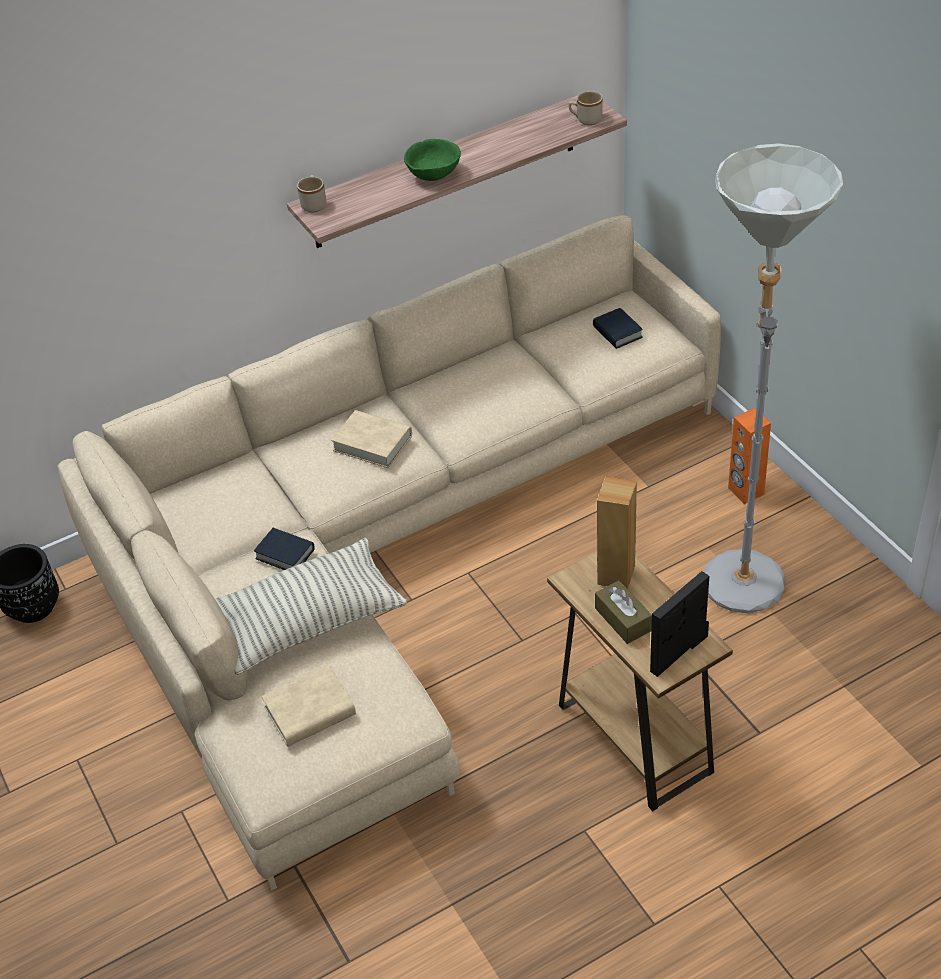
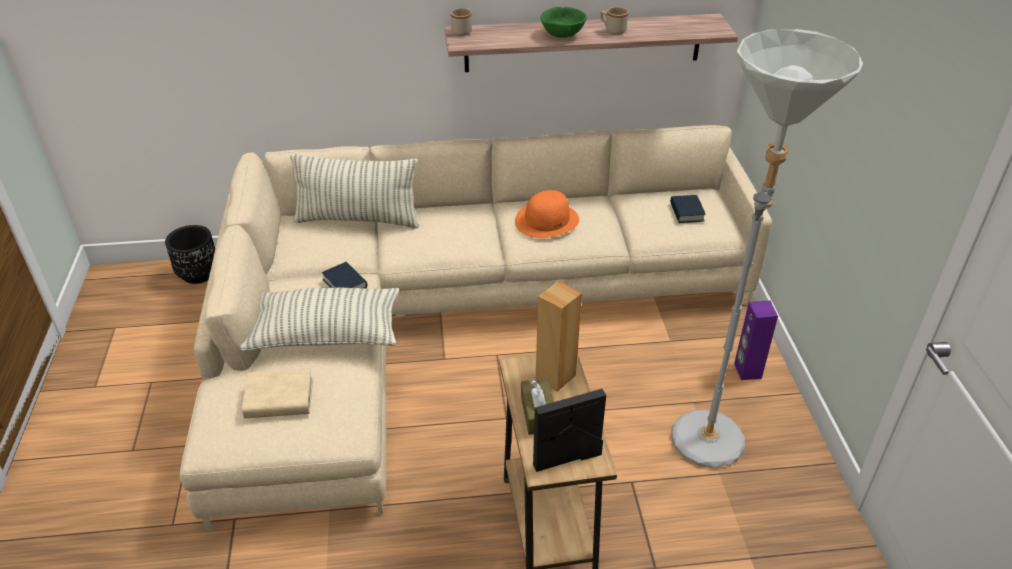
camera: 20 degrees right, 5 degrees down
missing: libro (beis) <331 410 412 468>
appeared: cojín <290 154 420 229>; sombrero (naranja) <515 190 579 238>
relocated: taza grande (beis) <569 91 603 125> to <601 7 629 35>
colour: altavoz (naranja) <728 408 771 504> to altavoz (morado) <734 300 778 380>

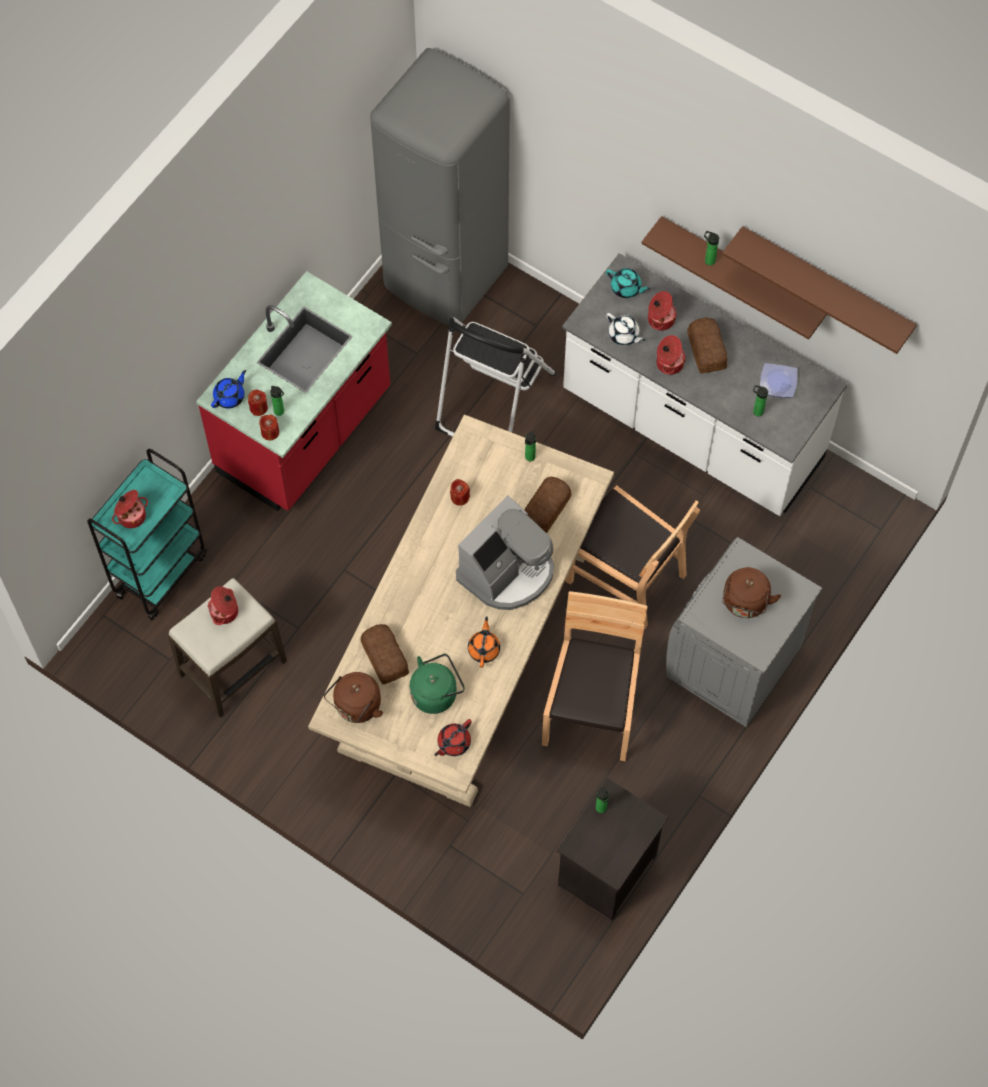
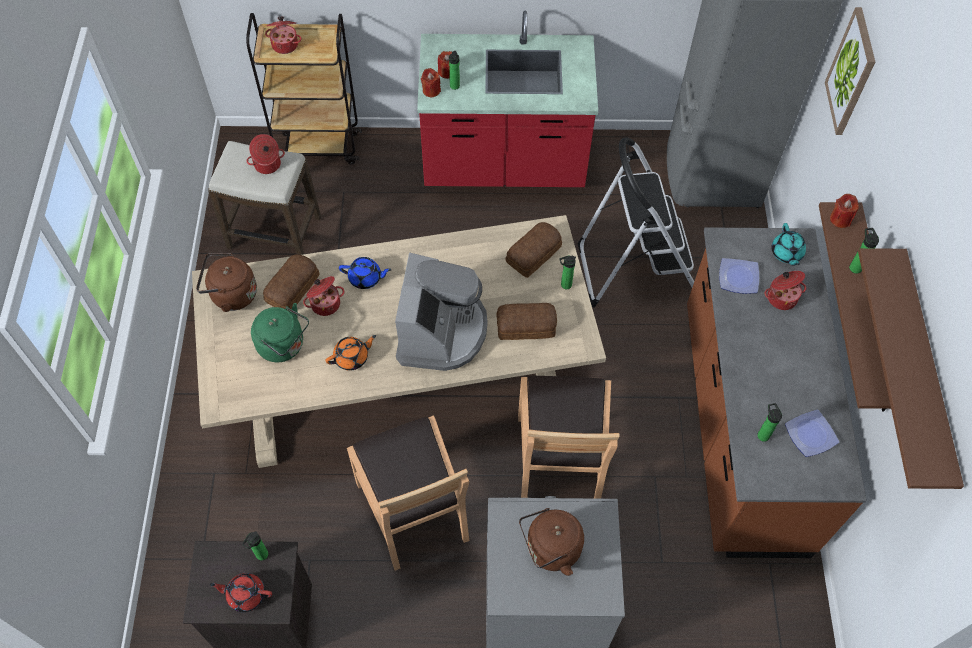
camera: 55 degrees right, 5 degrees down
appeared: cuadro <825 7 875 135>
relocated: pan <687 318 728 373> to <506 222 562 278>; olla <656 335 686 375> to <303 276 345 316>; tetera (azul) <211 370 246 409> to <339 257 392 289>; vela (rojo) <450 479 470 506> to <830 194 859 228>; tetera (rojo) <434 719 472 756> to <210 573 272 612>
exchanged: tetera (blanco) <606 313 645 345> to plato <719 258 759 294>
colour: mueble bajo de cocina (blanco) <562 253 847 516> to mueble bajo de cocina (marrón) <687 227 867 558>; carrito (turquesa) <87 449 207 620> to carrito (marrón) <246 13 362 165>
spun: cafetera <456 495 554 610> = <395 253 488 371> 90 degrees counterclockwise; silla (marrón) <542 591 648 761> = <347 415 469 571> 90 degrees clockwise

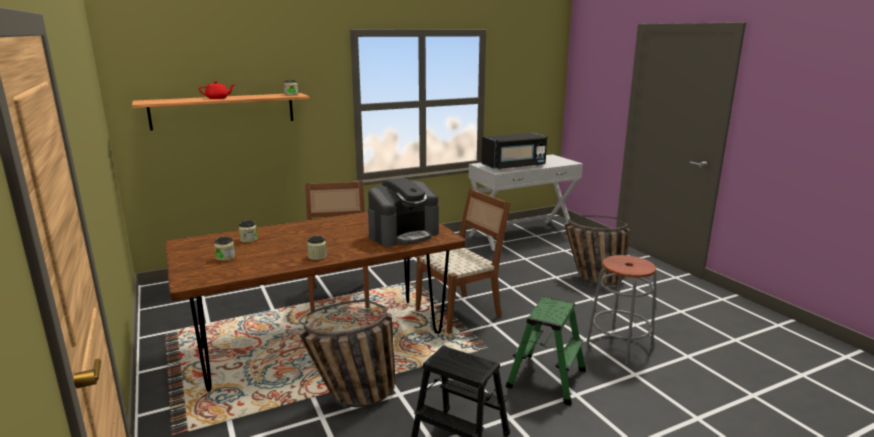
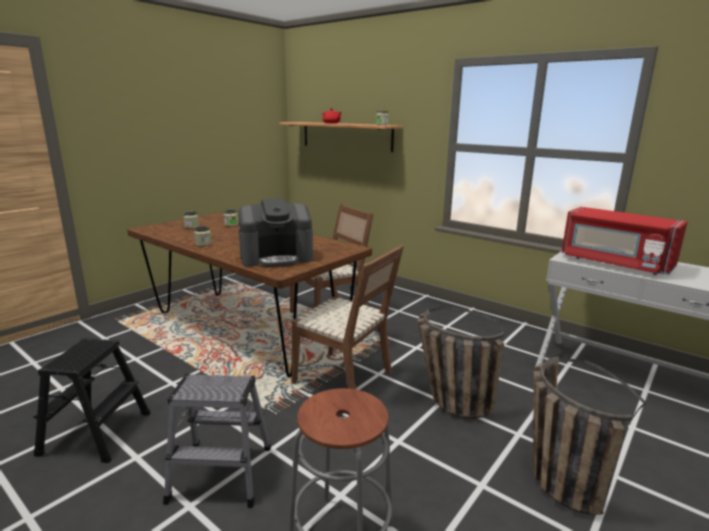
camera: 65 degrees right, 0 degrees up
relocated: cesta <298 299 396 407> to <418 306 504 419>
colour: microondas (negro) <481 133 547 170> to microondas (rojo) <561 207 688 275>; escalera de tijera (verde) <505 296 586 406> to escalera de tijera (gris) <163 374 271 508>
spun: cafetera <368 178 439 247> = <239 198 313 267> 45 degrees counterclockwise

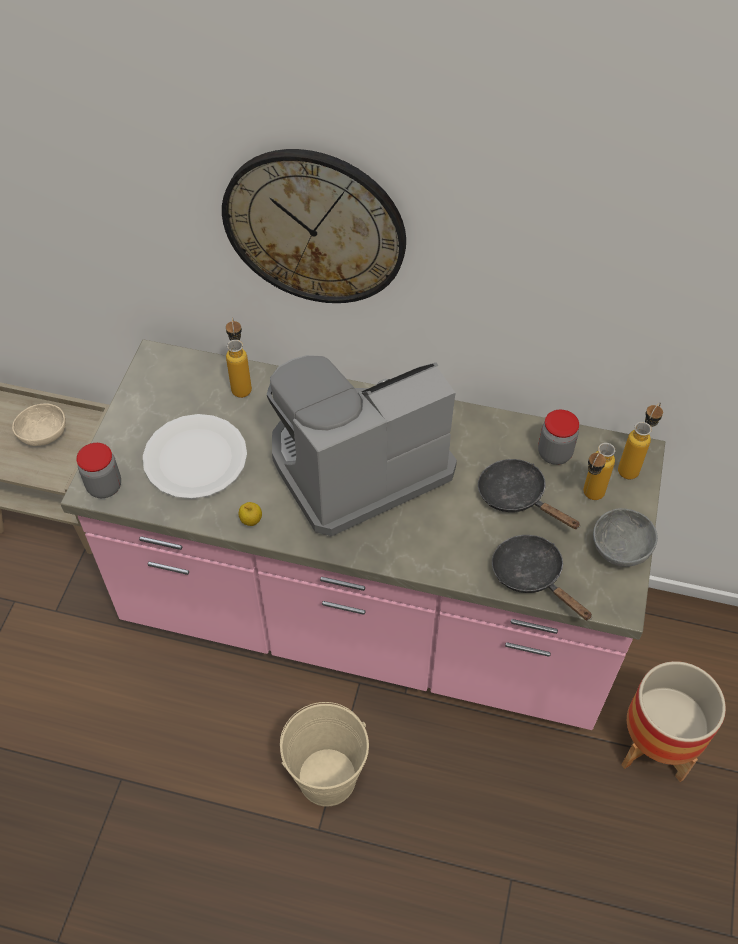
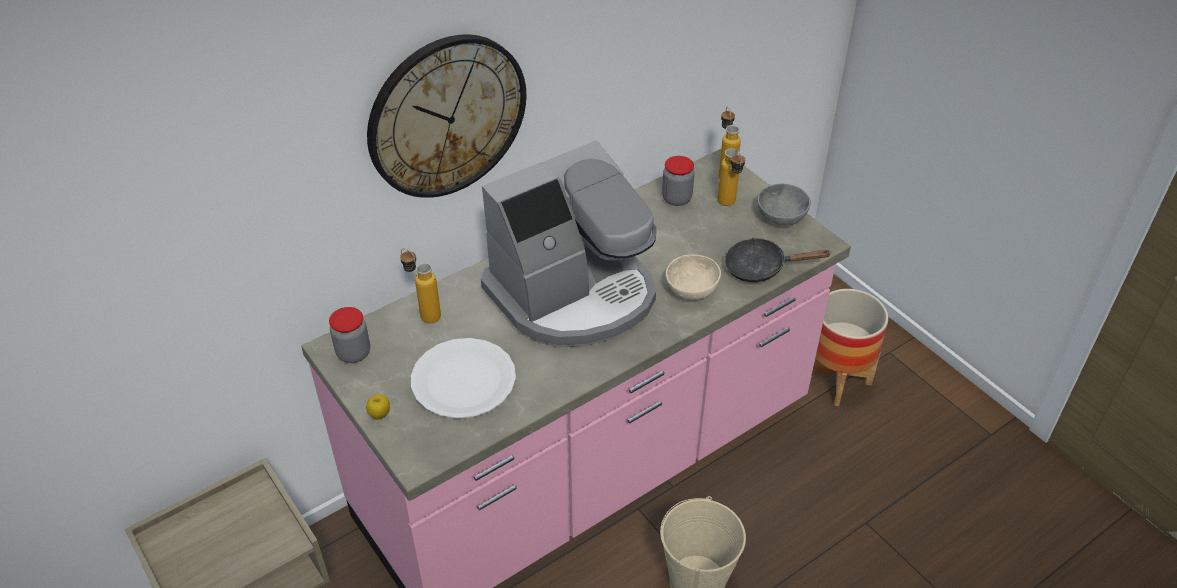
camera: 50 degrees left, 10 degrees down
missing: sartén (negro) <478 459 580 529>
relocated: cuenco (beis) <12 403 66 446> to <666 254 721 300>; tarro <76 443 121 498> to <329 307 370 363>; manzana <238 502 262 526> to <366 394 390 420>
spun: cafetera <267 355 457 536> = <481 140 656 348> 135 degrees counterclockwise

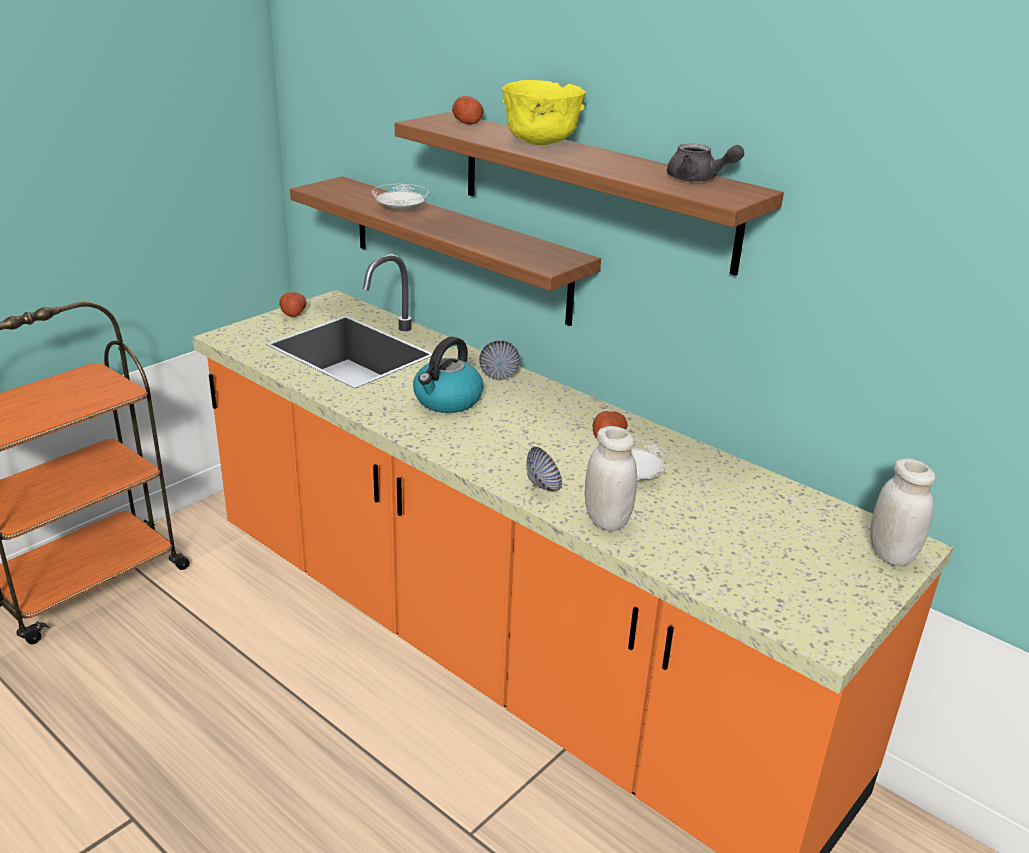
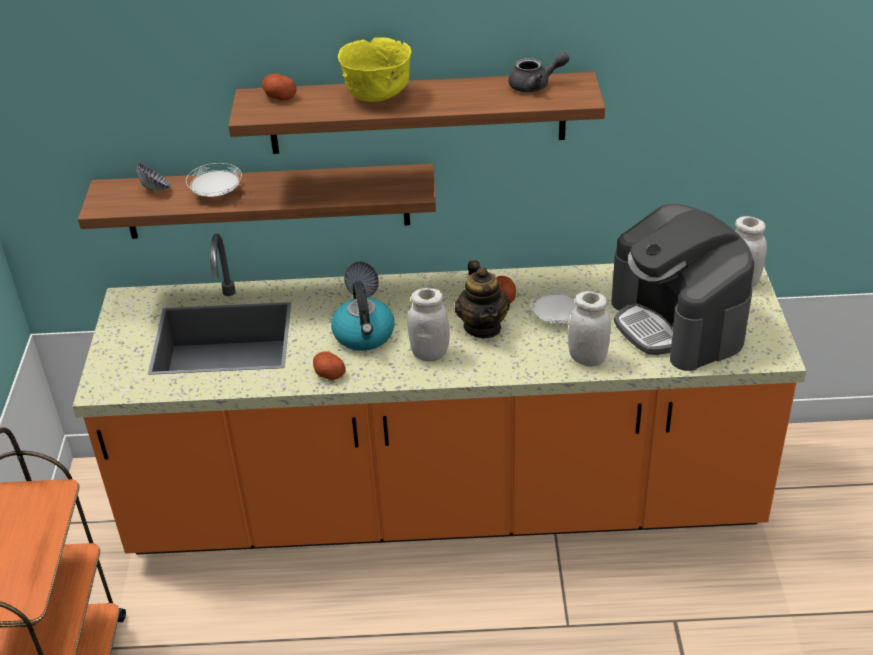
camera: 40 degrees left, 10 degrees up
appeared: cafetera <611 204 754 371>; tetera <454 260 510 338>; tarro (blanco) <408 288 450 361>
relocated: patata <279 292 307 317> to <313 351 346 380>; cuenco <526 447 562 491> to <136 163 171 192>

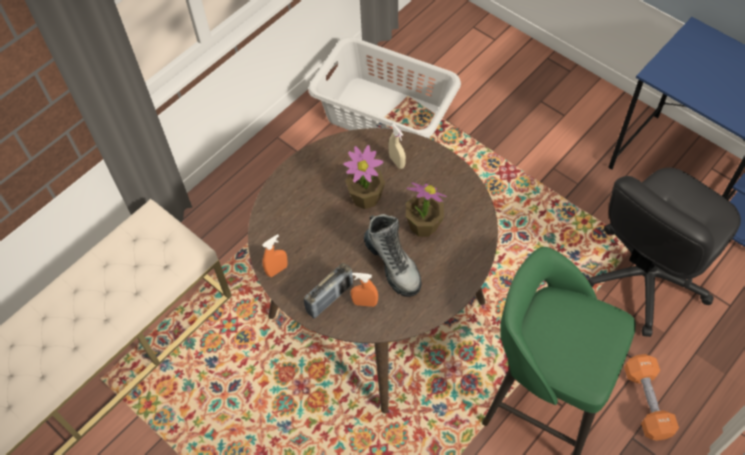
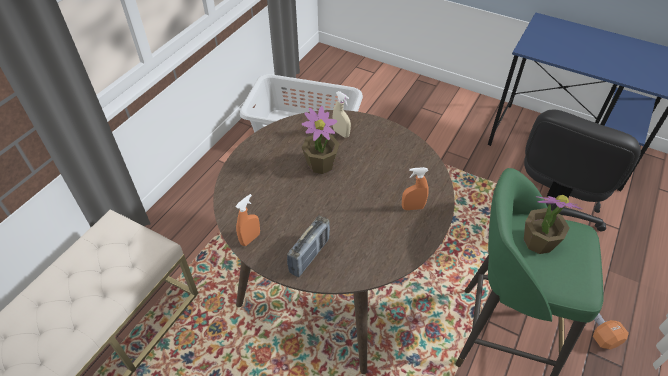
camera: 15 degrees left, 10 degrees down
missing: bota <364 214 422 297>
relocated: planta en maceta <406 182 447 237> to <524 195 582 254>; pulverizador (naranja) <351 273 378 307> to <402 167 429 210>

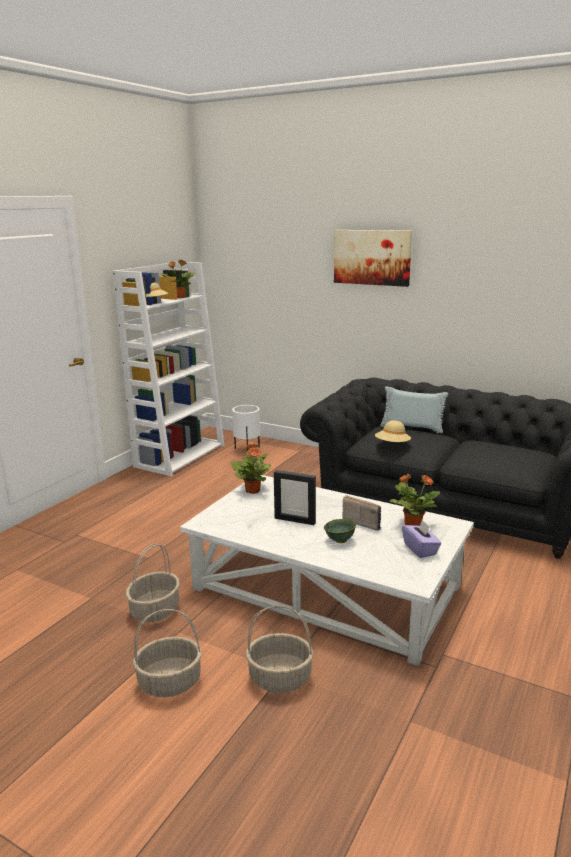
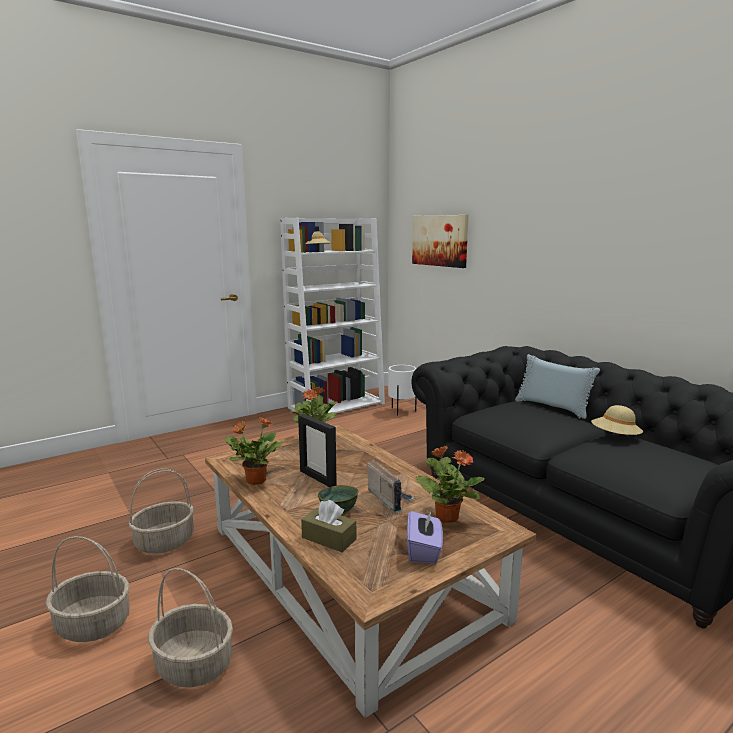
camera: 25 degrees right, 5 degrees down
appeared: caja de pañuelos (marrón) <301 500 356 552>
relocated: cuadro <334 230 412 287> to <412 215 469 268>; planta en maceta <161 260 195 298> to <225 417 284 485>; sombrero (beis) <375 421 411 442> to <591 405 643 435>
colour: mesa de centro (blanco) <180 475 474 666> to mesa de centro (marrón) <205 425 536 718>

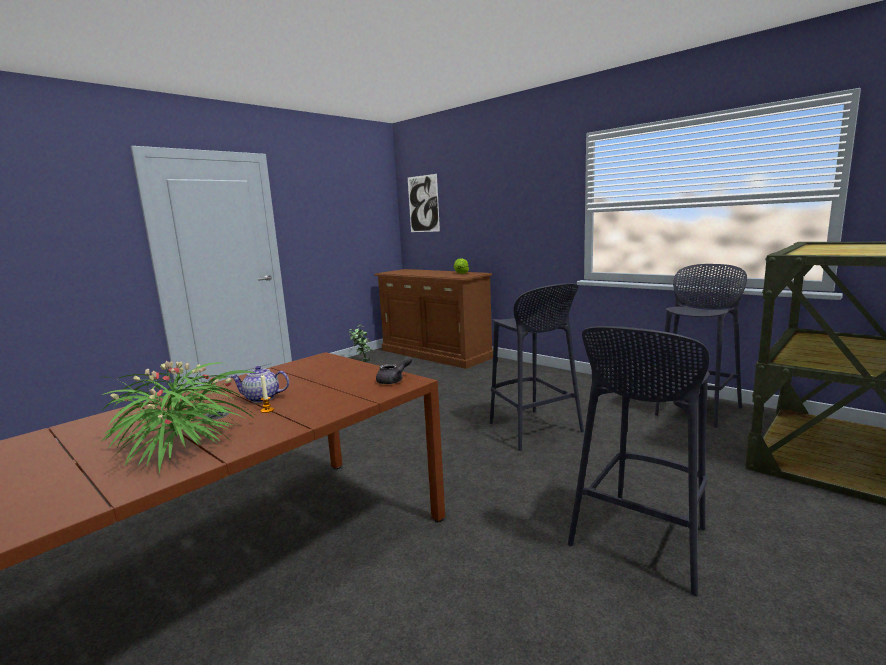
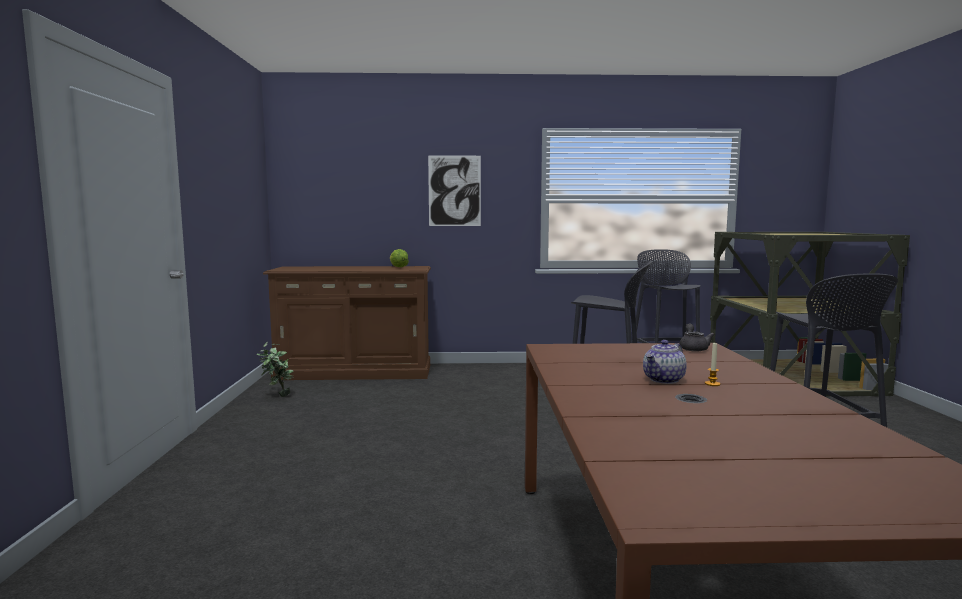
camera: 45 degrees left, 5 degrees down
missing: planta en maceta <102 361 255 474>
relocated: cuadro <408 174 440 232> to <428 155 481 226>

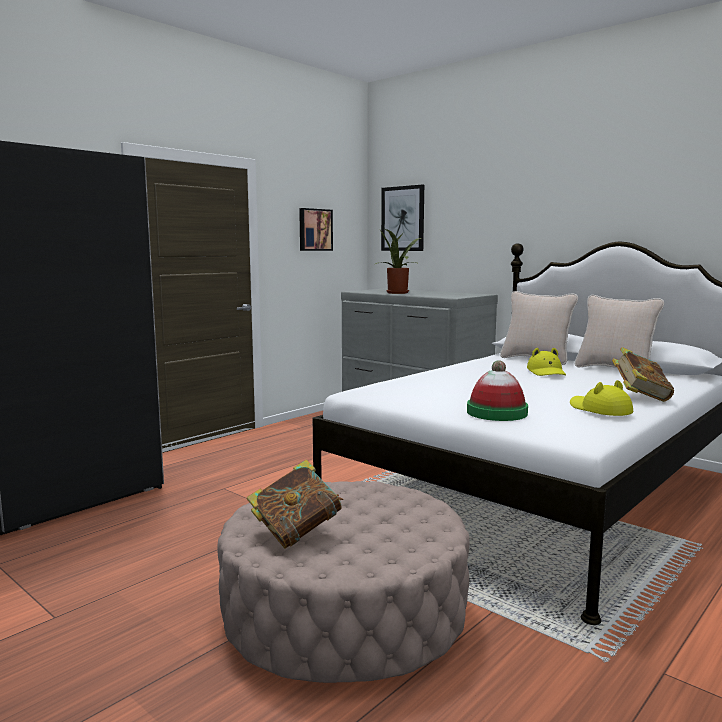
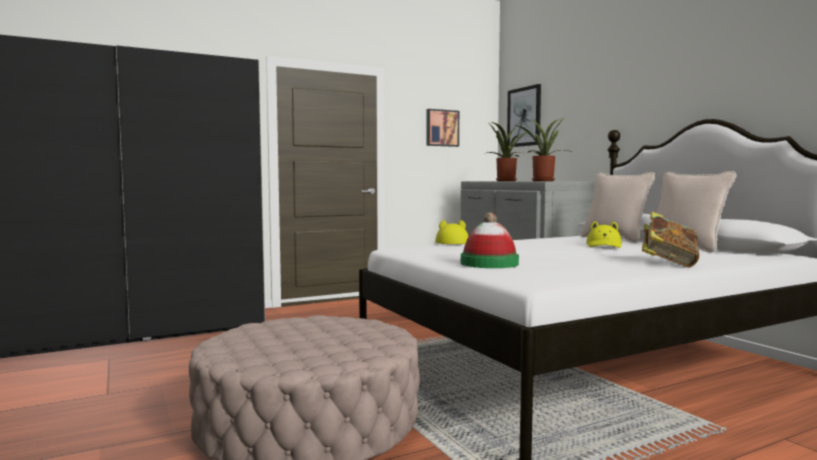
camera: 20 degrees right, 5 degrees down
missing: libro <247 459 344 549>
appeared: planta en maceta <514 117 569 181>
relocated: sombrero (amarillo) <570 380 633 416> to <435 220 469 244>

